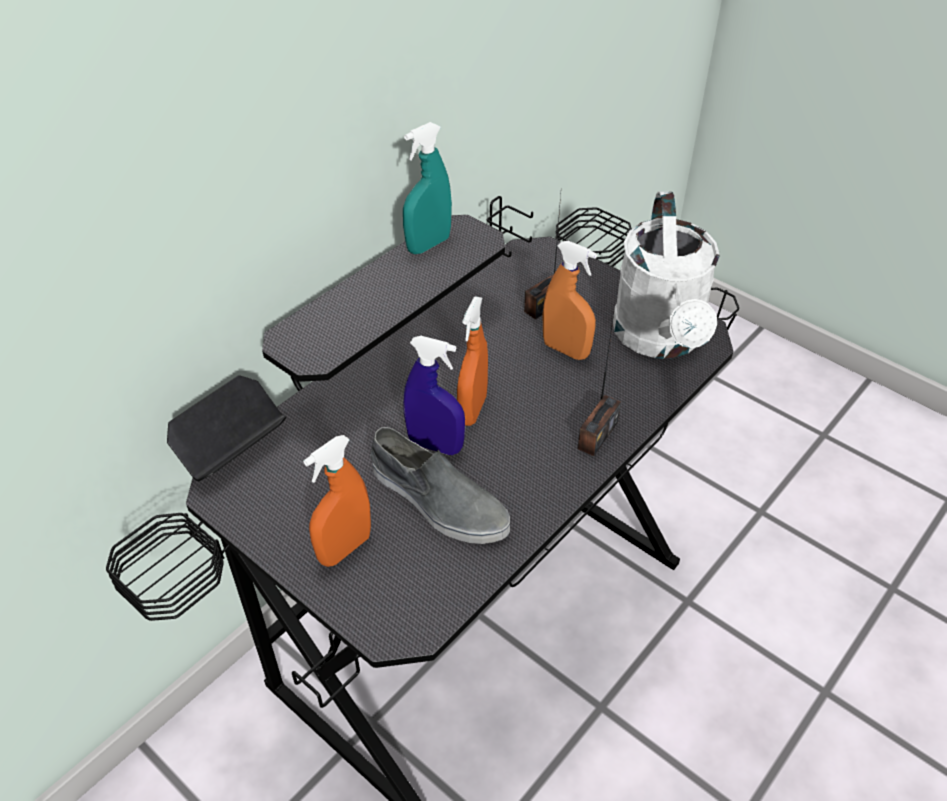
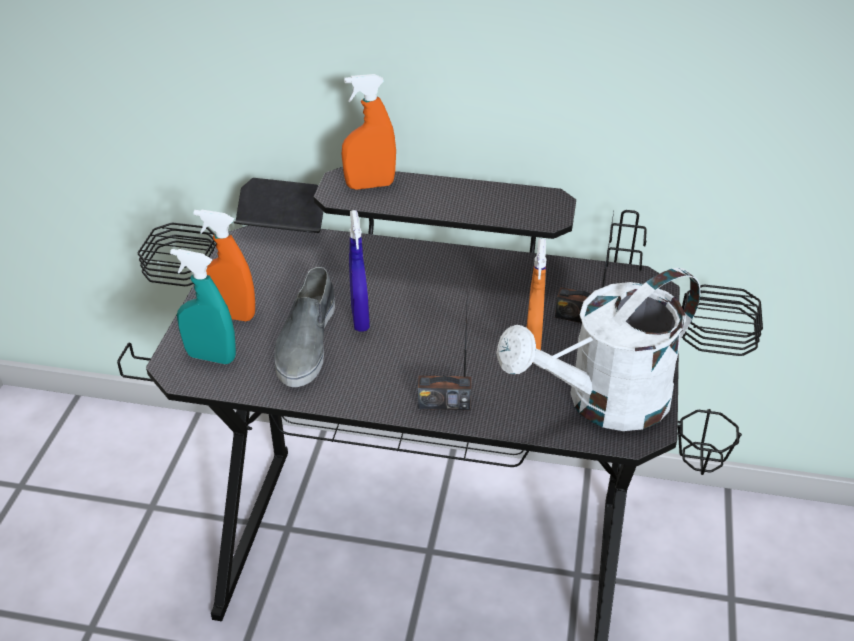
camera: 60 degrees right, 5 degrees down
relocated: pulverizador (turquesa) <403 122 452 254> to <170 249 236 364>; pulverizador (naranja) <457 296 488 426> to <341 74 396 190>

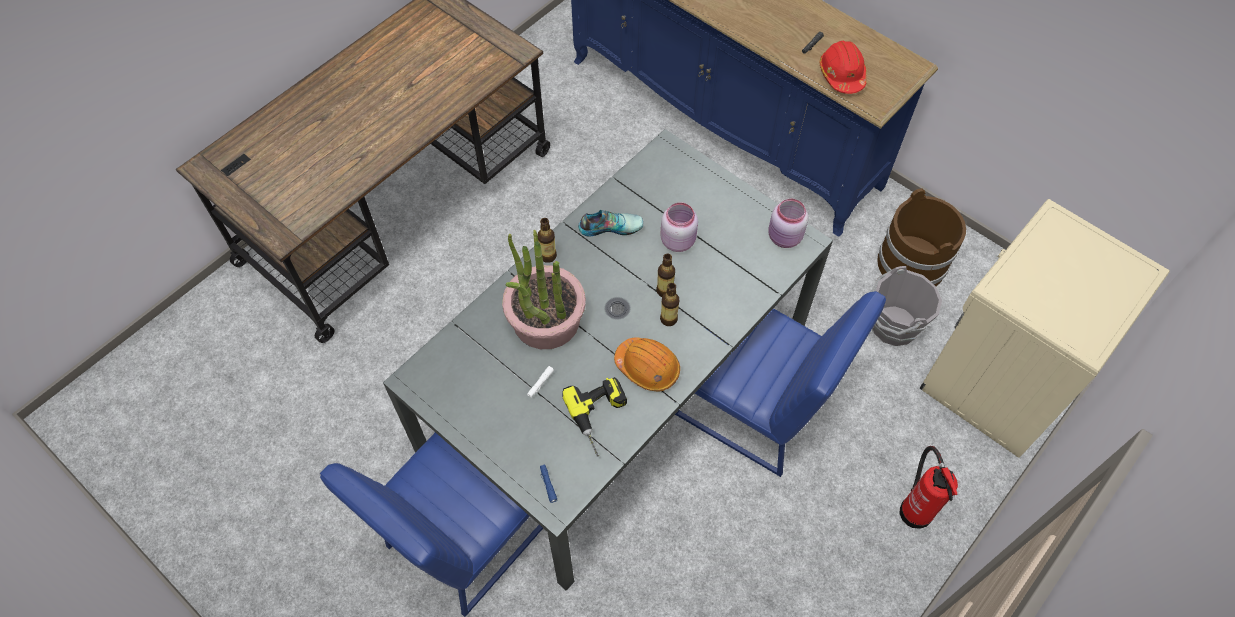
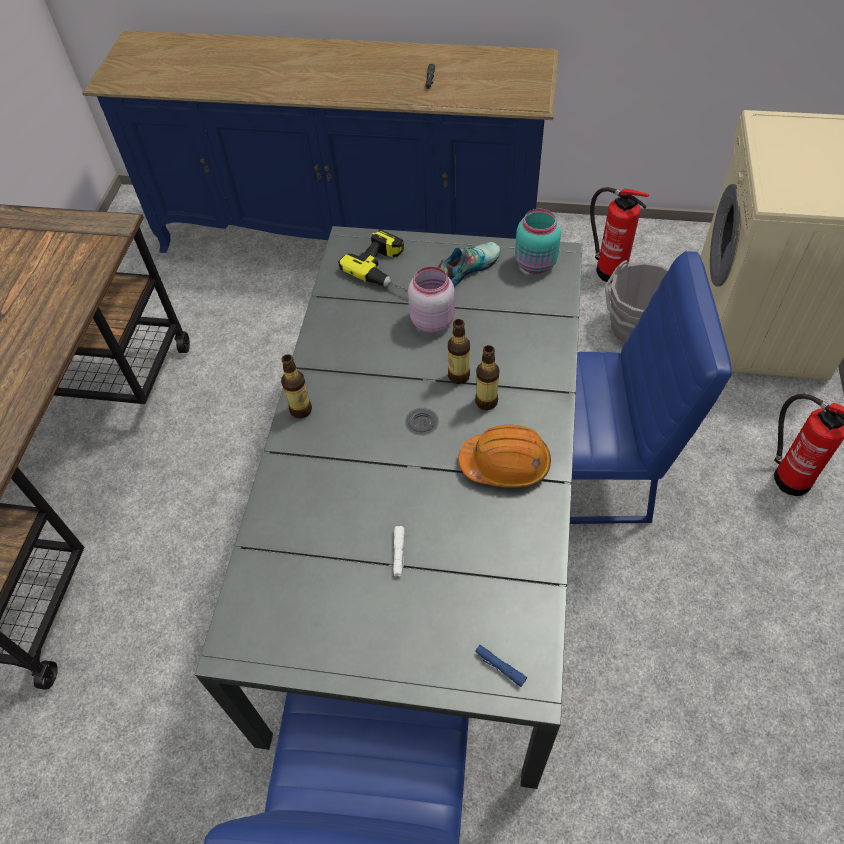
camera: 30 degrees left, 5 degrees down
missing: casco (rojo) <820 41 867 94>; planta en maceta <502 230 586 349>
relocated: zapato <578 210 643 237> to <438 242 501 287>; taladro <563 377 627 457> to <338 230 408 293>
exchanged: cubo (marrón) <877 188 966 287> to extintor <590 187 649 283>
colour: tarro (rosa) <768 198 808 248> to tarro (turquesa) <515 209 561 274>

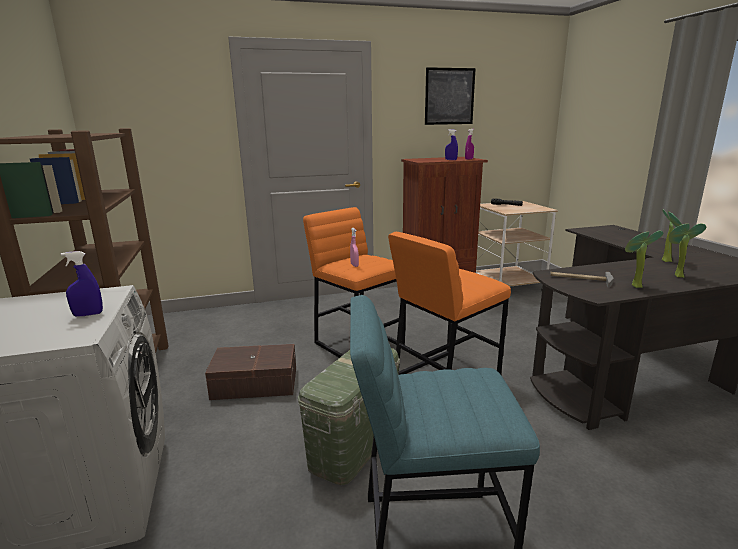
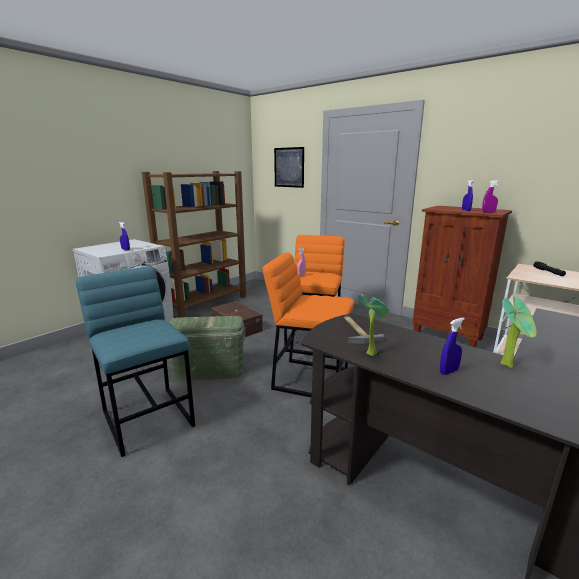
camera: 55 degrees right, 0 degrees up
relocated: cuadro <425 67 476 125> to <274 147 304 188>
exchanged: planta en maceta <669 223 706 278> to pulverizador (azul) <440 318 465 375>

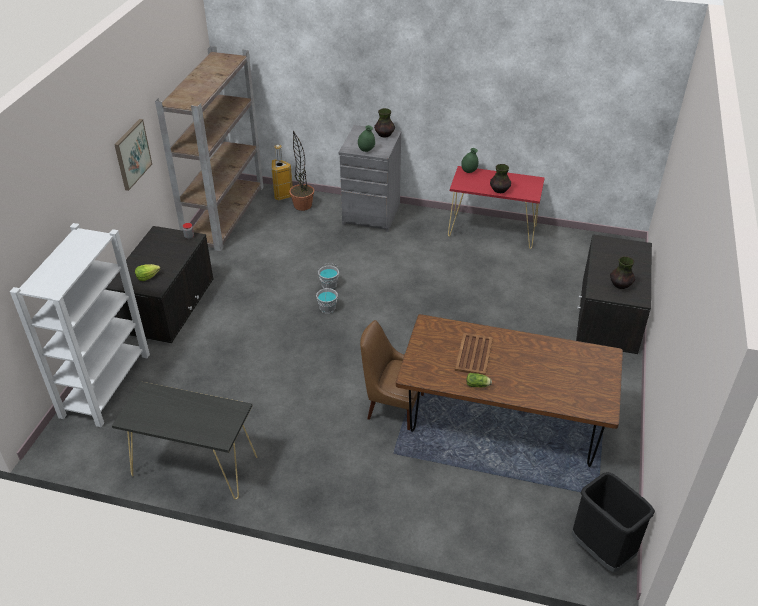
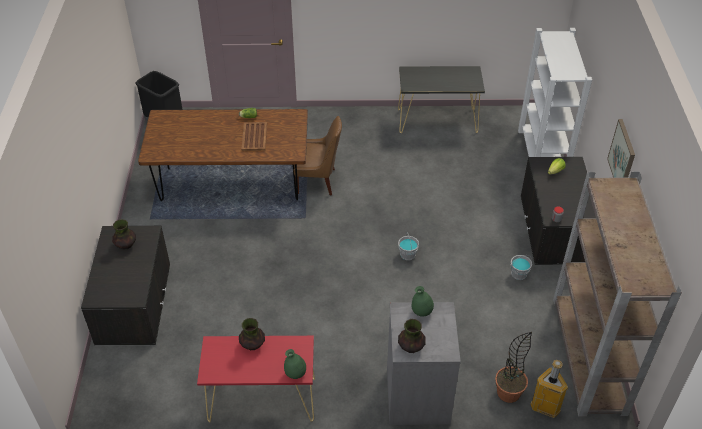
camera: 165 degrees right, 5 degrees up
relocated: cubo (gris) <318 263 340 289> to <511 255 532 280>

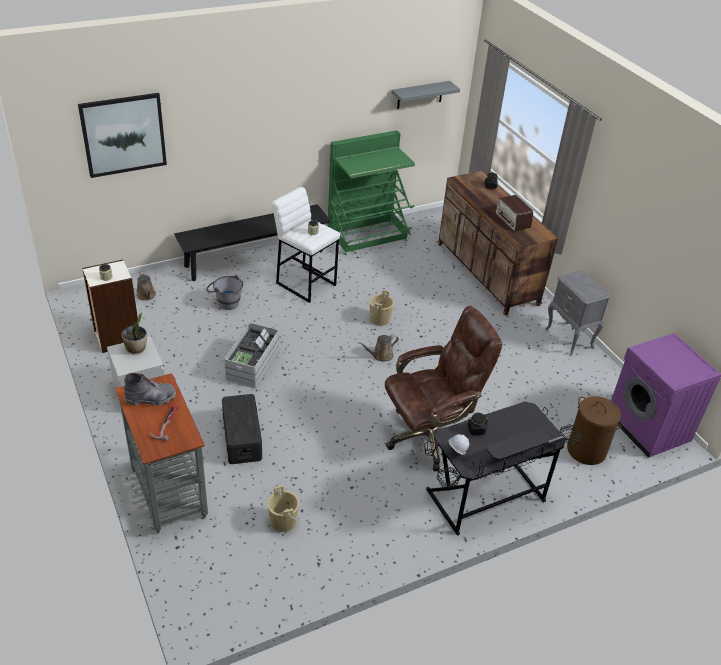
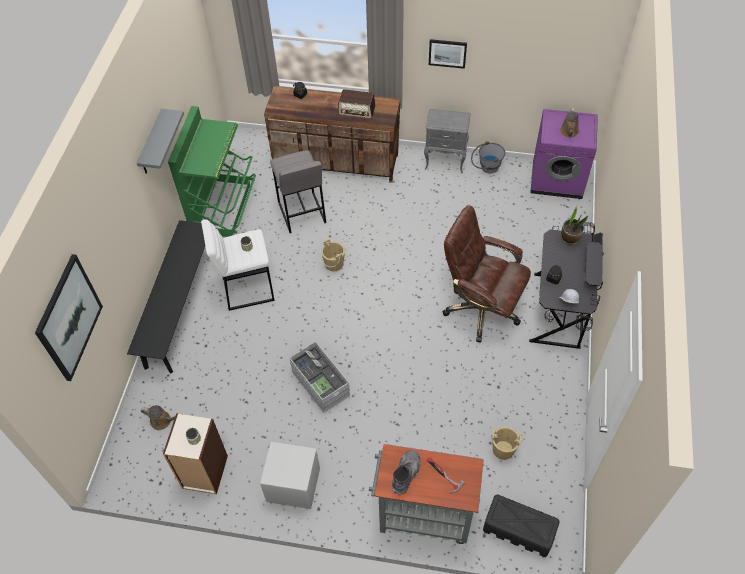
camera: 50 degrees left, 15 degrees up
missing: cesto de la ropa (marrón) <567 396 622 465>
appeared: cuadro <429 39 467 69>; taburete (gris) <270 150 326 233>
relocated: estante (gris) <392 81 460 109> to <137 109 184 174>; cubo (gris) <206 275 243 310> to <471 141 505 174>; planta en maceta <122 312 147 355> to <561 206 588 245>; regadera (marrón) <358 335 399 361> to <560 108 579 137>; caja de almacenaje (negro) <222 394 262 464> to <483 494 560 557>
spun: silla de oficina (marrón) <385 306 502 471> = <443 205 531 342> 75 degrees counterclockwise

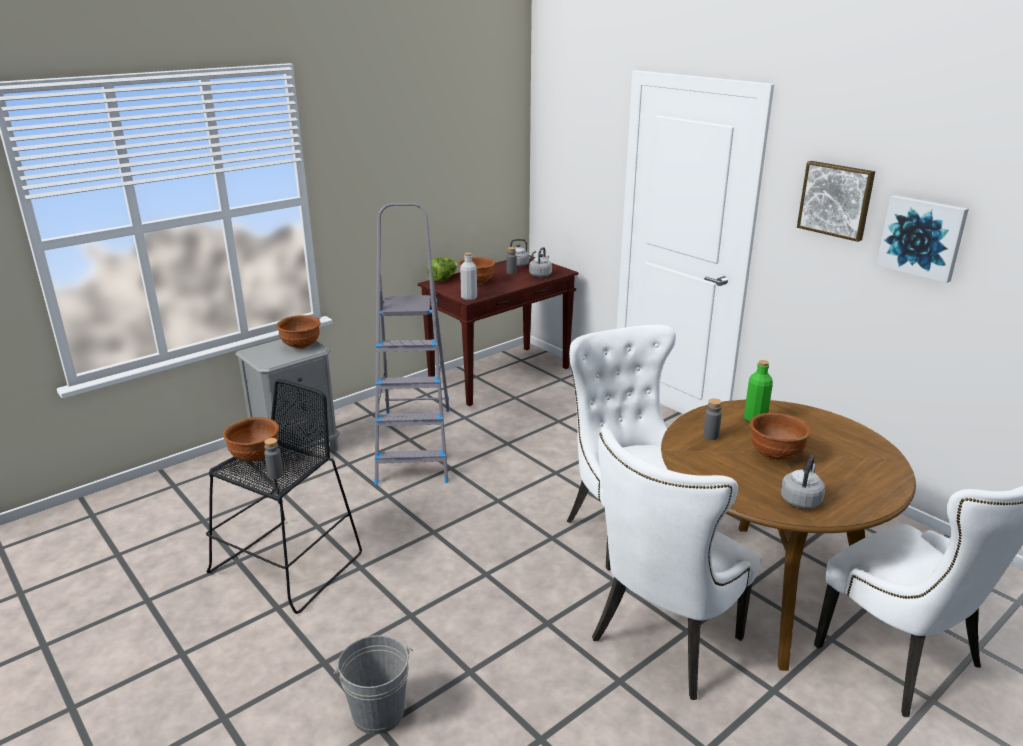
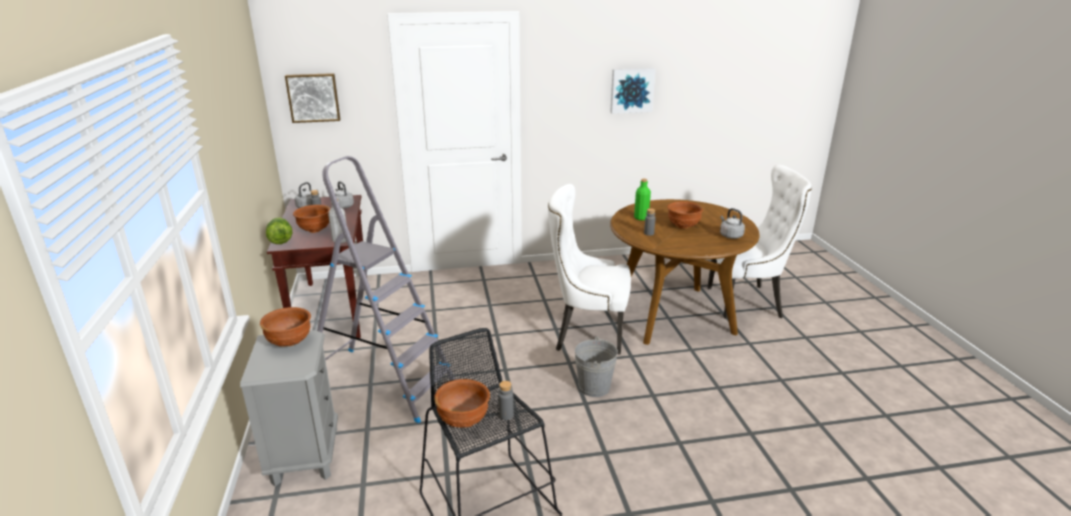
camera: 60 degrees left, 0 degrees up
missing: silla (blanco) <592 427 761 700>
relocated: cuadro <797 161 875 242> to <285 73 340 123>; cubo (gris) <334 635 413 734> to <575 336 618 397>

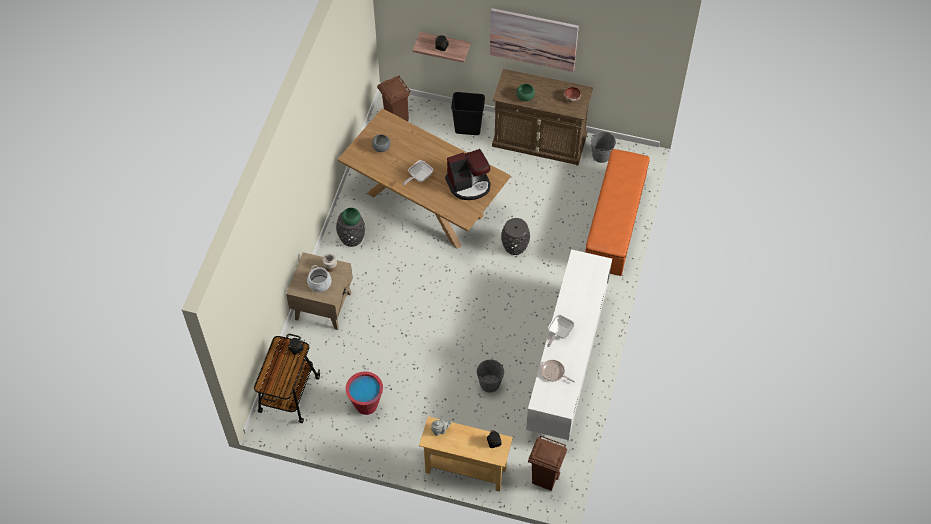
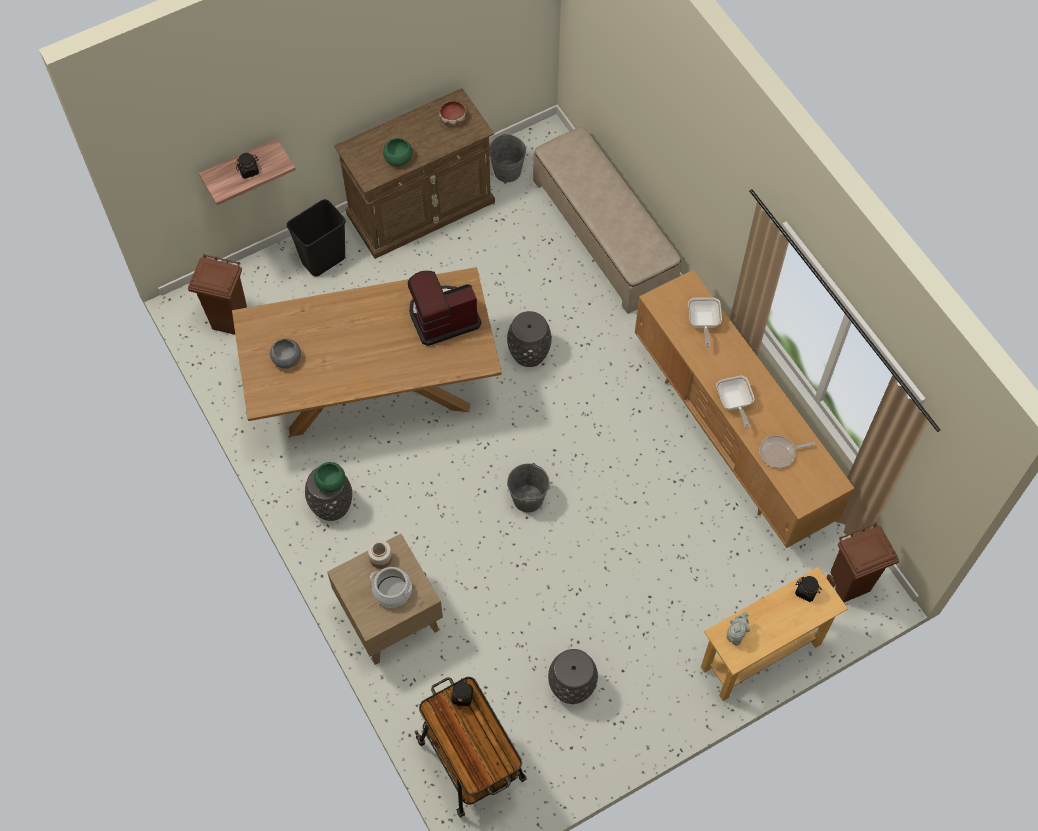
camera: 45 degrees left, 5 degrees up
missing: cuadro <490 8 579 72>
relocated: sartén <402 160 433 186> to <688 298 722 347>; cubo (gris) <477 359 504 393> to <507 462 550 513>
exchanged: cubo (rojo) <346 371 383 415> to taburete (gris) <548 649 598 704>
colour: banco (naranja) <585 149 650 276> to banco (beis) <533 127 681 314>; armario (blanco) <526 249 612 440> to armario (marrón) <635 270 855 548>
spun: cafetera <445 149 491 200> = <408 271 481 346> 135 degrees counterclockwise

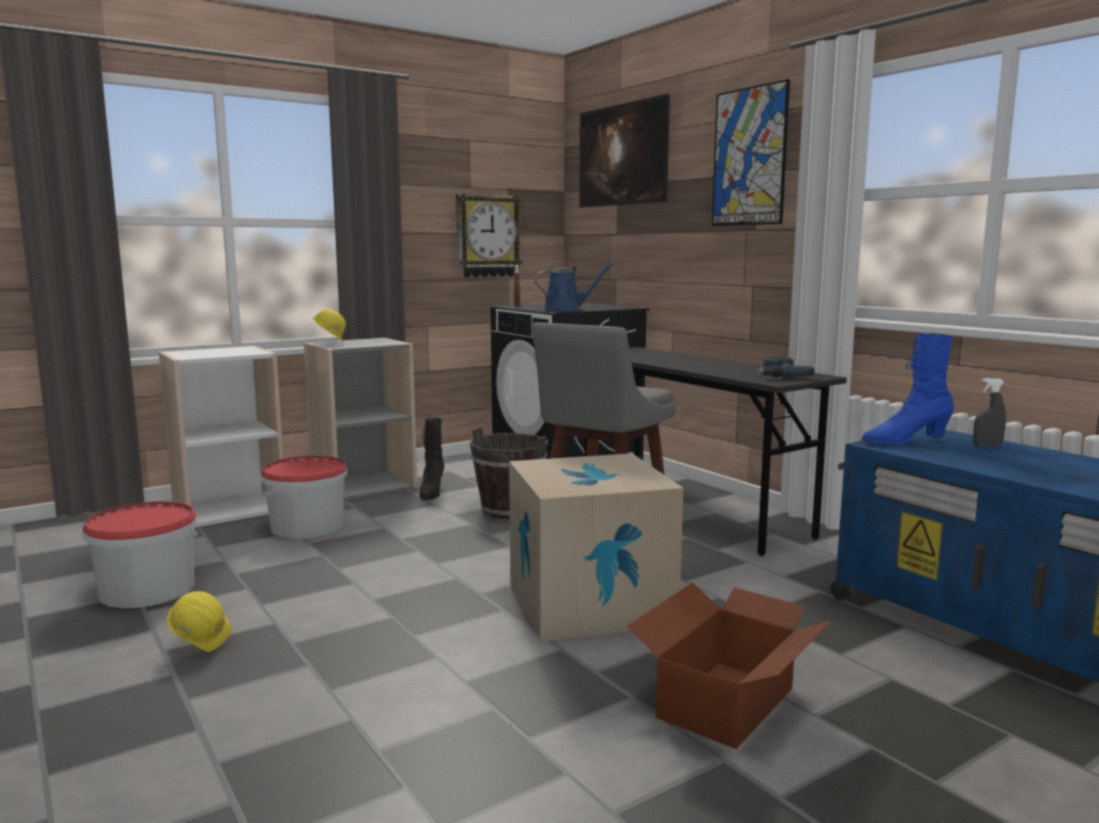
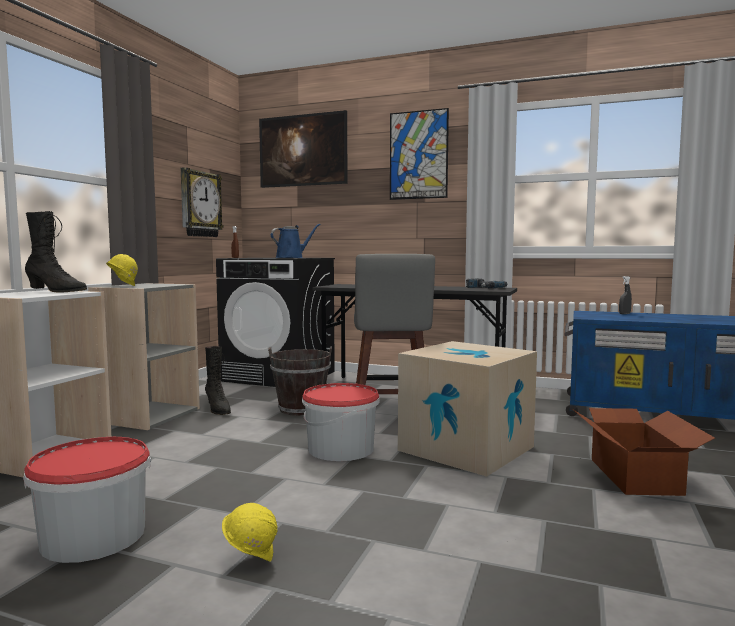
camera: 35 degrees left, 5 degrees down
missing: bota (azul) <861 333 954 445>
appeared: bota (negro) <25 211 87 293>
relocated: cubo <261 456 347 539> to <302 383 380 461>

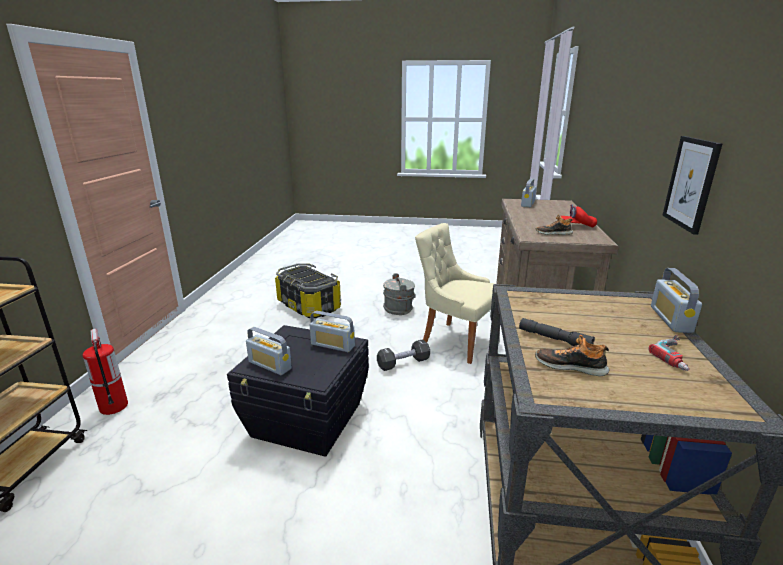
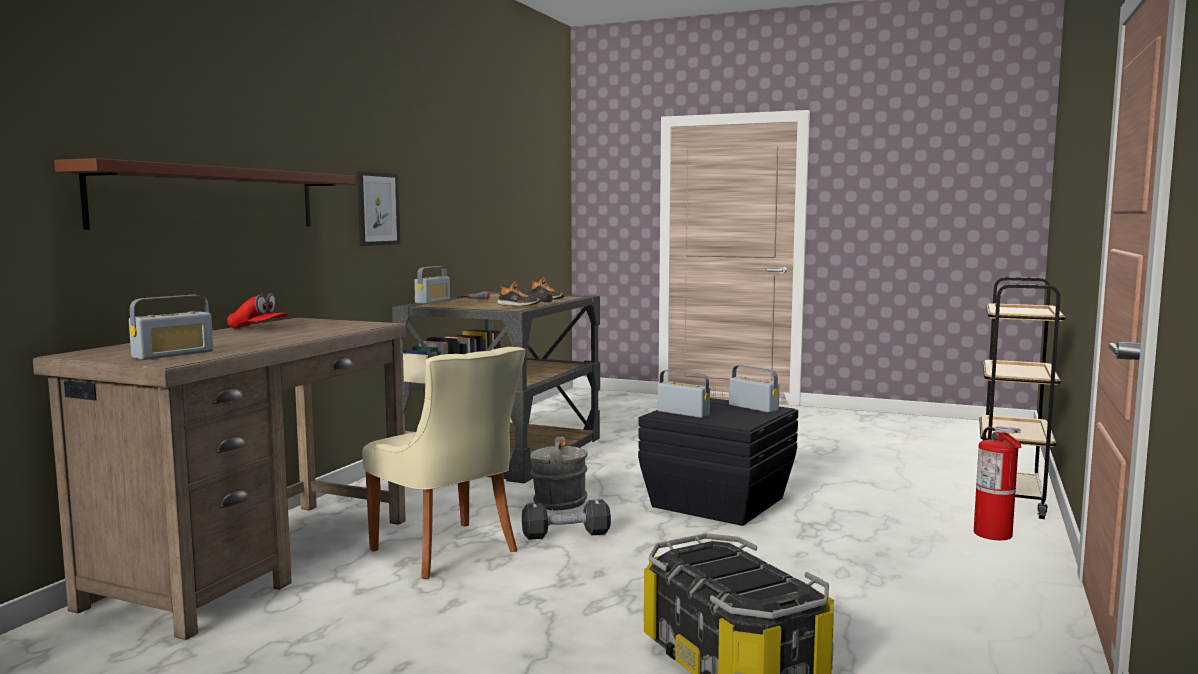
camera: 165 degrees left, 15 degrees down
appeared: estante (marrón) <54 158 355 230>
relocated: zapato <536 215 573 235> to <497 282 540 306>; cubo (gris) <383 273 415 315> to <530 437 588 511>

